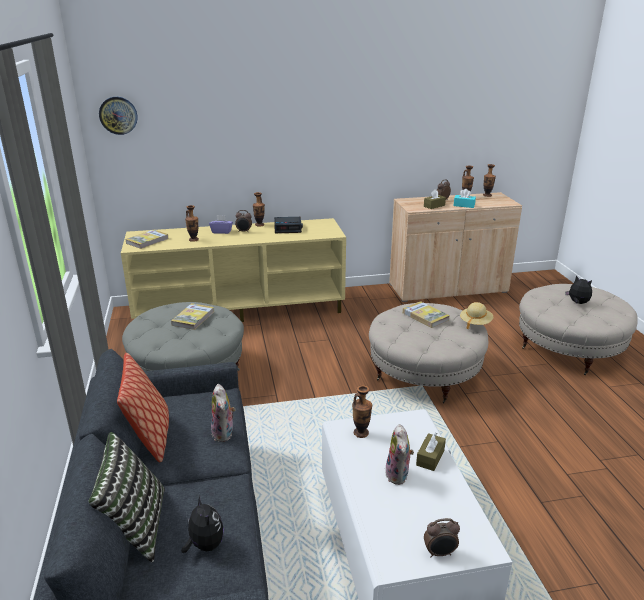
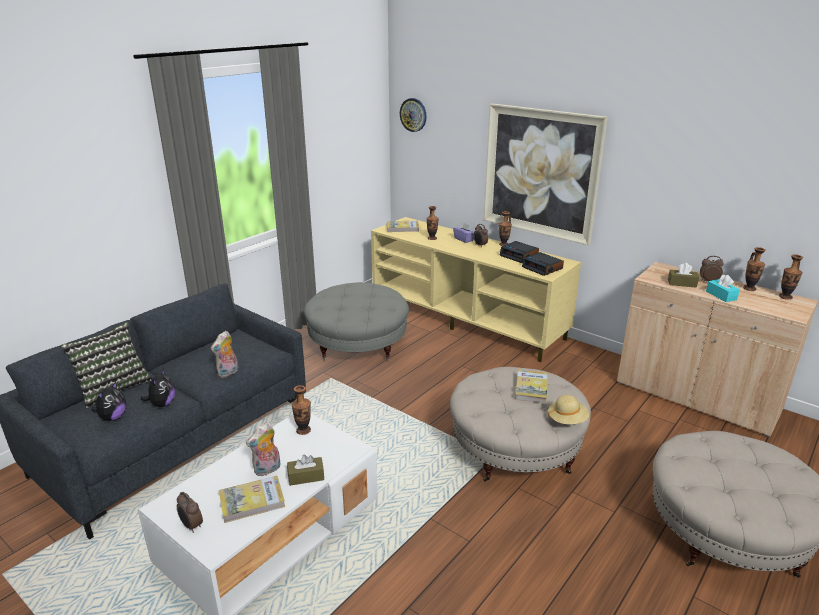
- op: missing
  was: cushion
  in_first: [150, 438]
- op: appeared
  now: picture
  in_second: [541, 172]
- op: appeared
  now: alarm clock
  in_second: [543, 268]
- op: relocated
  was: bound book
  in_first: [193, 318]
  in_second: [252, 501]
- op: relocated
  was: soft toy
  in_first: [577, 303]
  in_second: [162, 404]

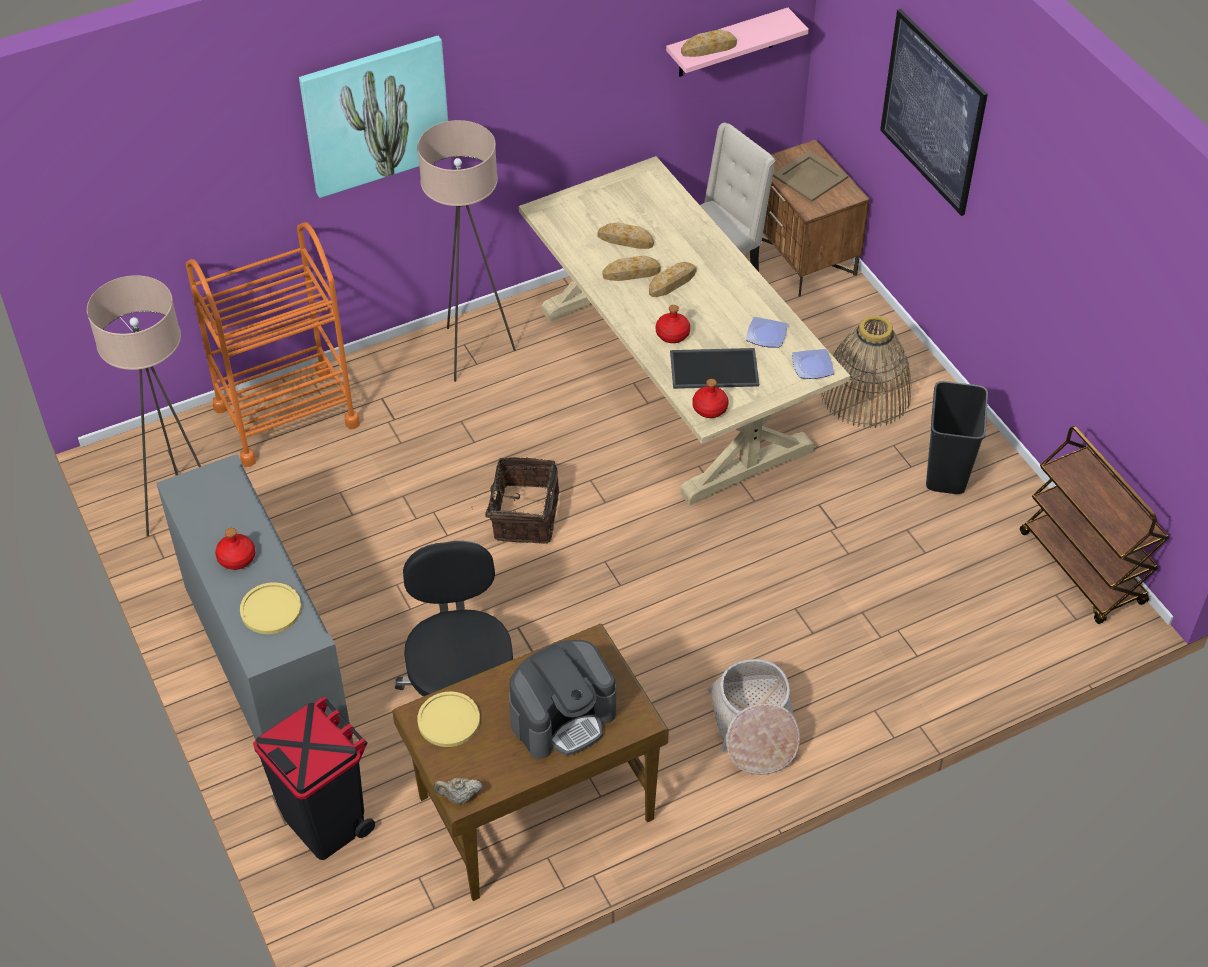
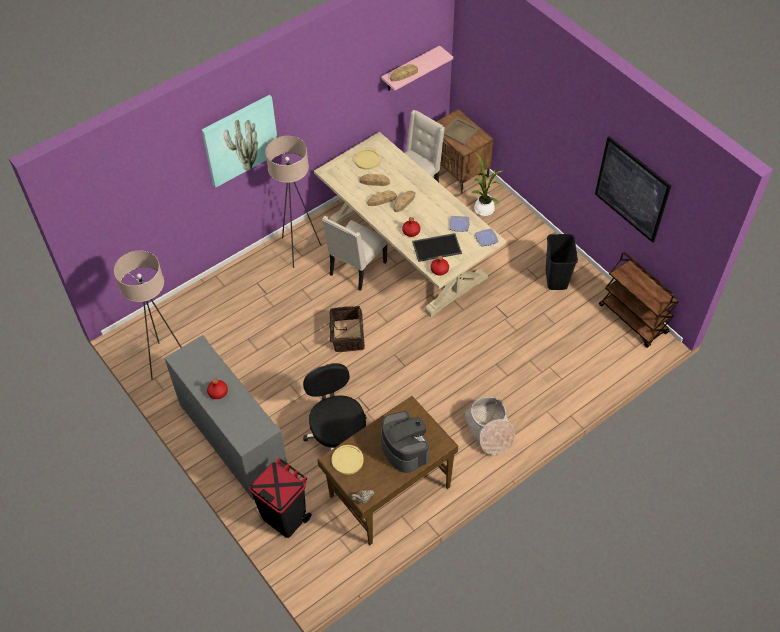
- op: missing
  was: orange-coloured trolley
  in_first: [286, 416]
- op: missing
  was: basket
  in_first: [865, 394]
- op: appeared
  now: beige-coloured chair
  in_second: [356, 269]
- op: appeared
  now: houseplant
  in_second: [483, 208]
- op: relocated
  was: yellow-coloured flat dish
  in_first: [271, 609]
  in_second: [367, 160]
- op: relocated
  was: picture
  in_first: [932, 112]
  in_second: [632, 189]
- op: spun
  was: coffee machine
  in_first: [563, 717]
  in_second: [404, 448]
  clockwise: -75

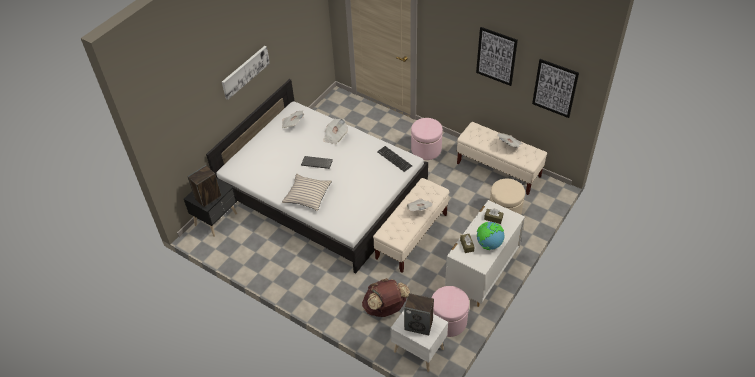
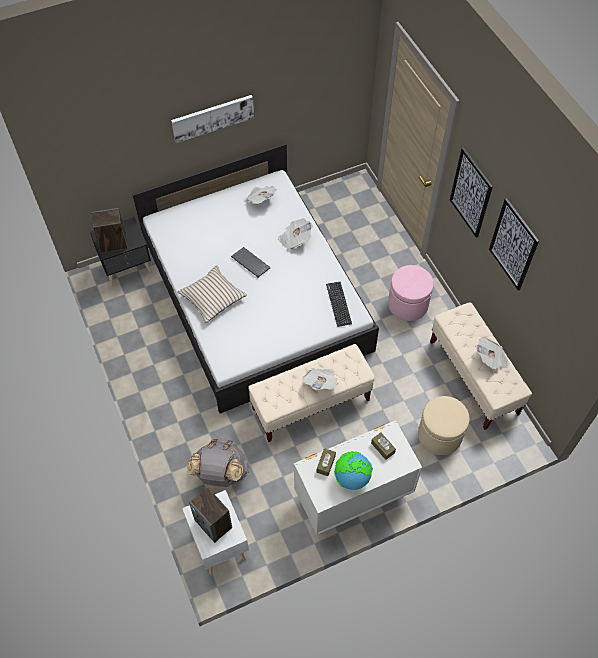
- op: missing
  was: pink-coloured footrest
  in_first: [448, 321]
- op: relocated
  was: picture
  in_first: [555, 88]
  in_second: [471, 193]
- op: colour
  was: brown backpack
  now: greyish backpack
  in_first: [385, 308]
  in_second: [220, 473]

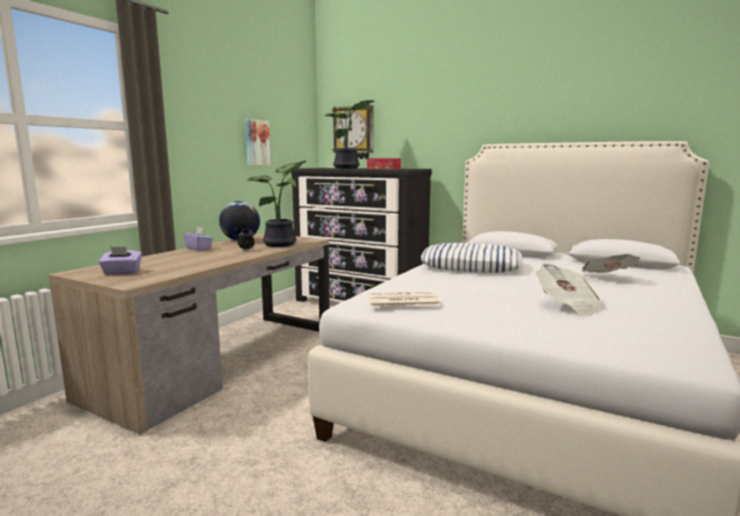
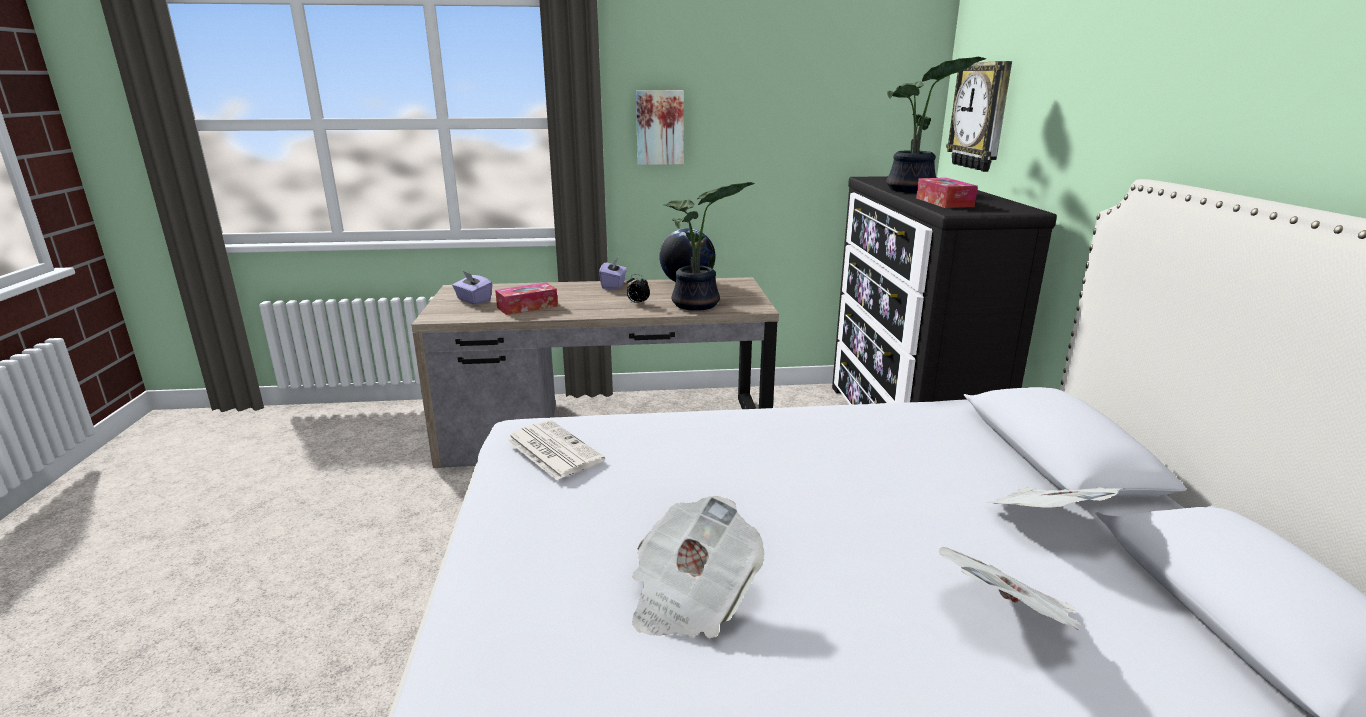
- op: missing
  was: cushion
  in_first: [471, 266]
- op: appeared
  now: tissue holder
  in_second: [527, 307]
- op: appeared
  now: printed paper
  in_second: [1046, 522]
- op: relocated
  was: picture
  in_first: [256, 142]
  in_second: [660, 127]

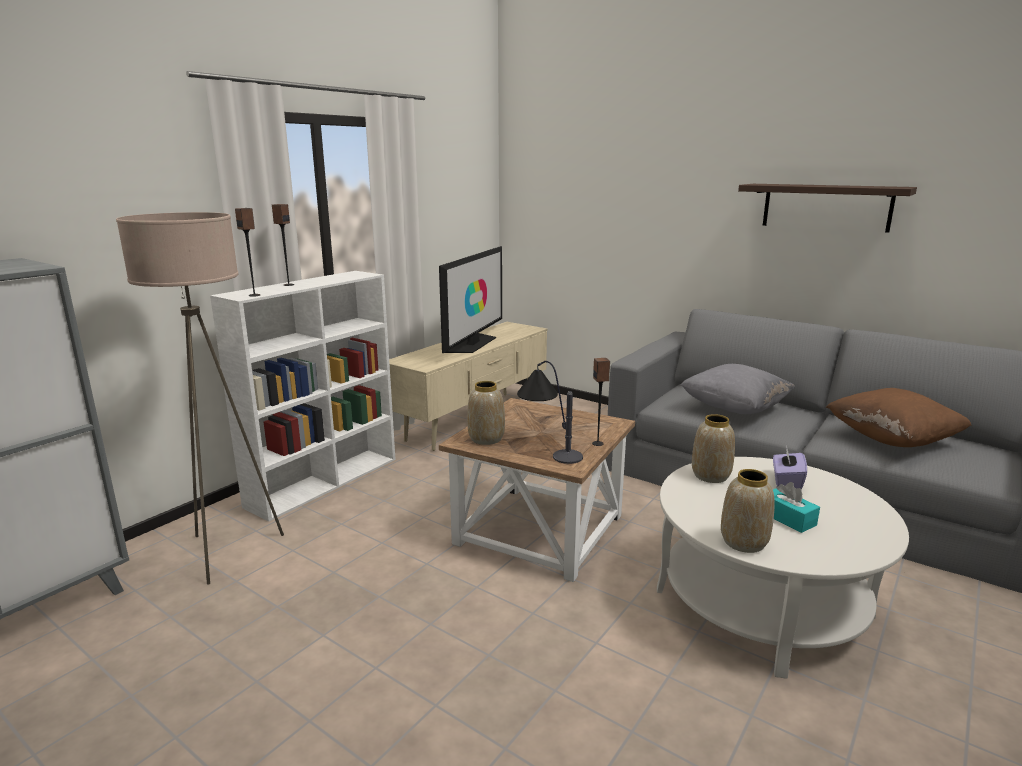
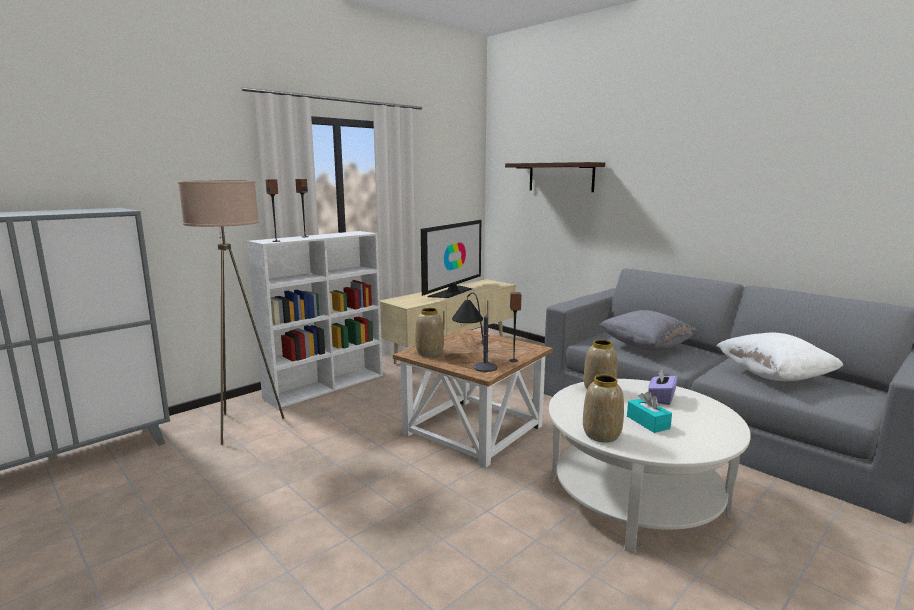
- op: relocated
  was: shelf
  in_first: [826, 207]
  in_second: [561, 177]
- op: colour
  was: brown cushion
  now: white-coloured cushion
  in_first: [891, 439]
  in_second: [774, 376]

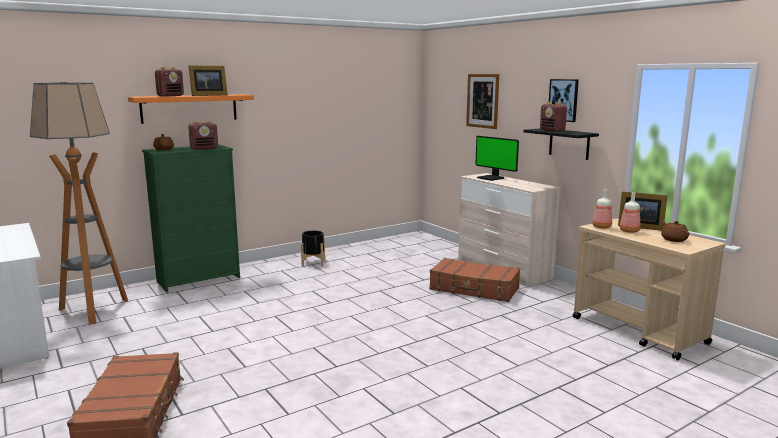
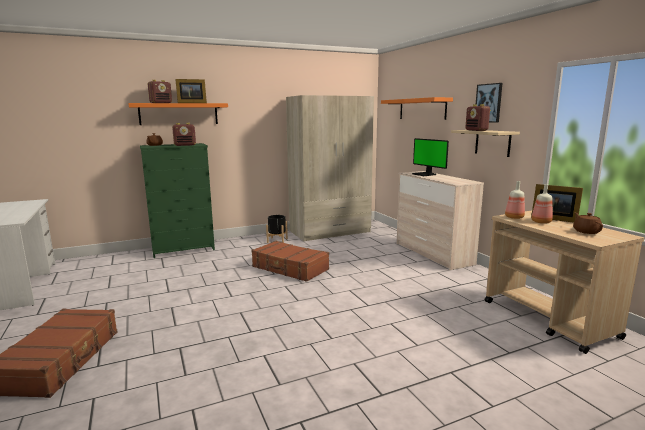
- op: missing
  was: floor lamp
  in_first: [93, 310]
- op: appeared
  now: beige-coloured wardrobe
  in_second: [330, 231]
- op: relocated
  was: brown piece of luggage
  in_first: [474, 289]
  in_second: [290, 268]
- op: exchanged
  was: picture
  now: orange-coloured shelf
  in_first: [482, 101]
  in_second: [422, 109]
- op: colour
  was: black-coloured shelf
  now: beige-coloured shelf
  in_first: [569, 144]
  in_second: [492, 142]

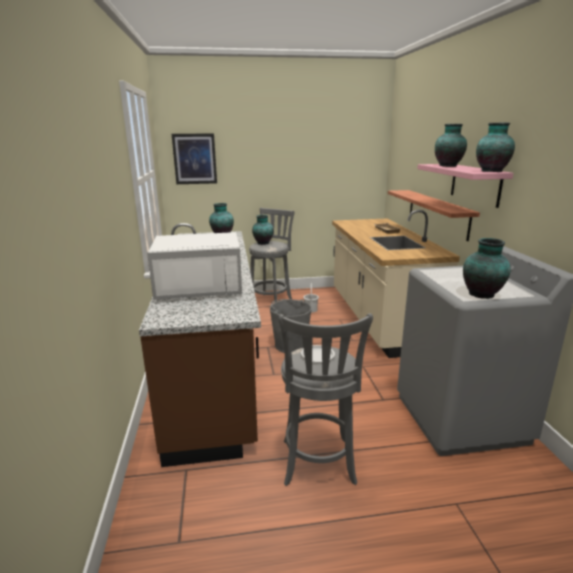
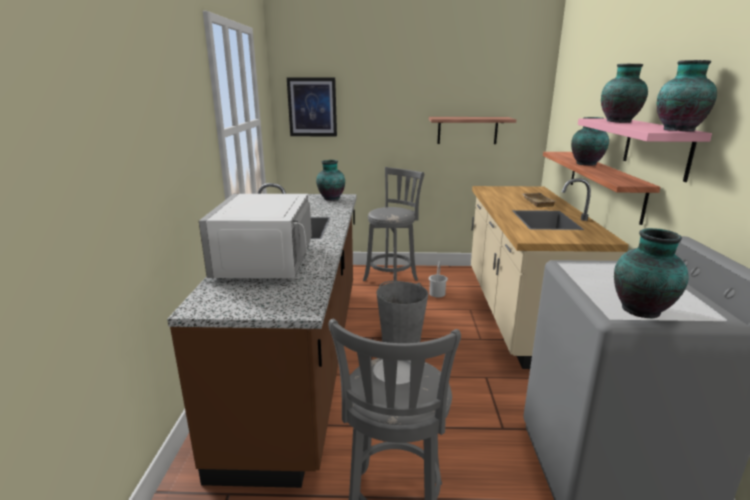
- op: appeared
  now: shelf
  in_second: [467, 130]
- op: relocated
  was: flower vase
  in_first: [263, 243]
  in_second: [586, 164]
- op: spun
  was: white-coloured kitchen microwave
  in_first: [200, 285]
  in_second: [273, 262]
  clockwise: 90

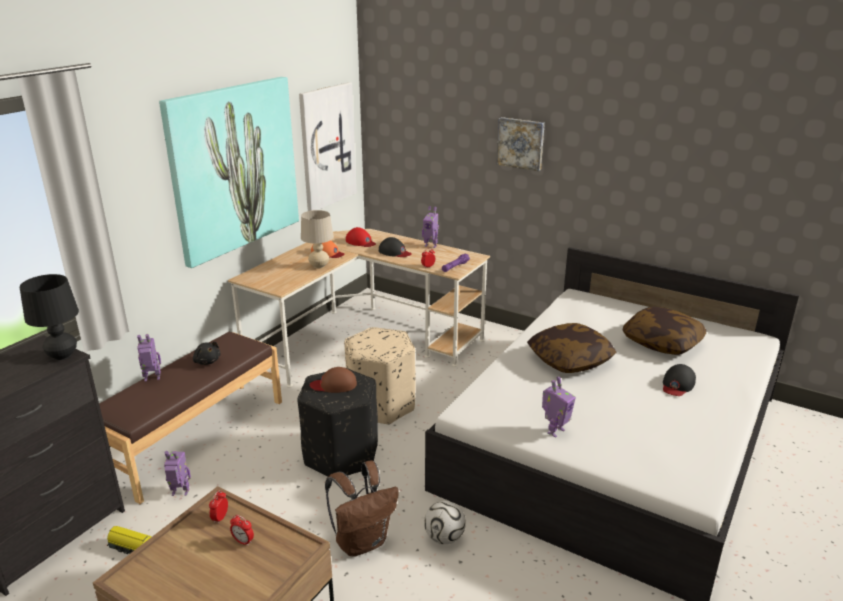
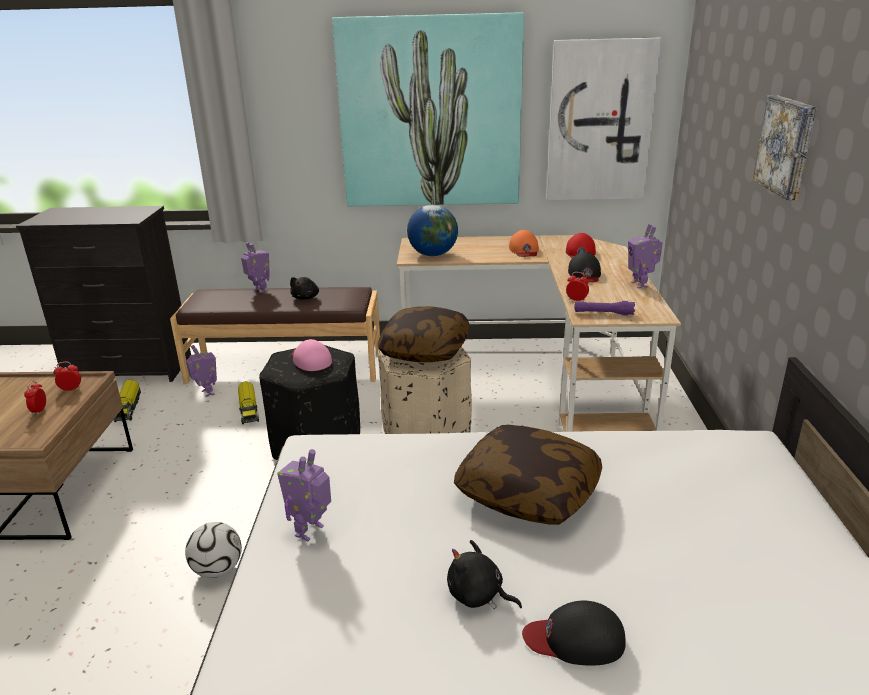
- op: missing
  was: black-coloured table lamp
  in_first: [62, 355]
- op: missing
  was: beige-coloured table lamp
  in_first: [319, 266]
- op: missing
  was: brown backpack
  in_first: [362, 541]
- op: appeared
  now: toy truck
  in_second: [248, 409]
- op: appeared
  now: world globe
  in_second: [433, 255]
- op: appeared
  now: black-coloured soft toy
  in_second: [478, 596]
- op: relocated
  was: cushion
  in_first: [662, 342]
  in_second: [425, 350]
- op: colour
  was: brown baseball cap
  now: pink-coloured baseball cap
  in_first: [334, 385]
  in_second: [310, 359]
- op: spun
  was: model robot
  in_first: [555, 431]
  in_second: [311, 531]
  clockwise: 105

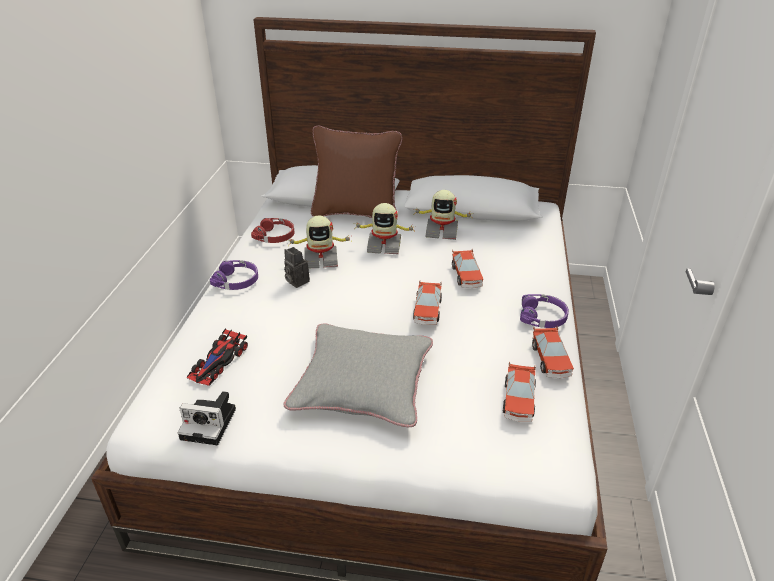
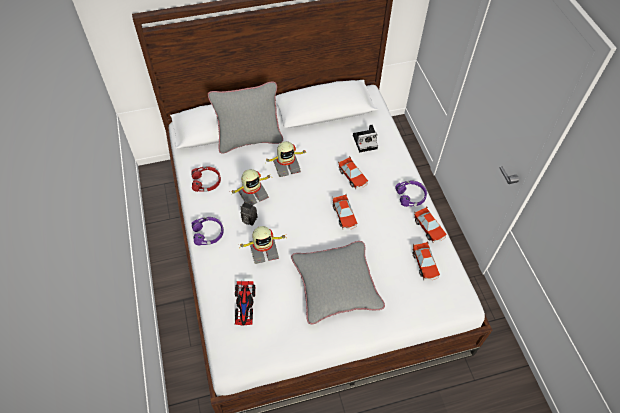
- op: relocated
  was: photo camera
  in_first: [211, 423]
  in_second: [365, 141]
- op: relocated
  was: model robot
  in_first: [441, 231]
  in_second: [263, 250]
- op: colour
  was: brown cushion
  now: greyish cushion
  in_first: [356, 213]
  in_second: [249, 140]

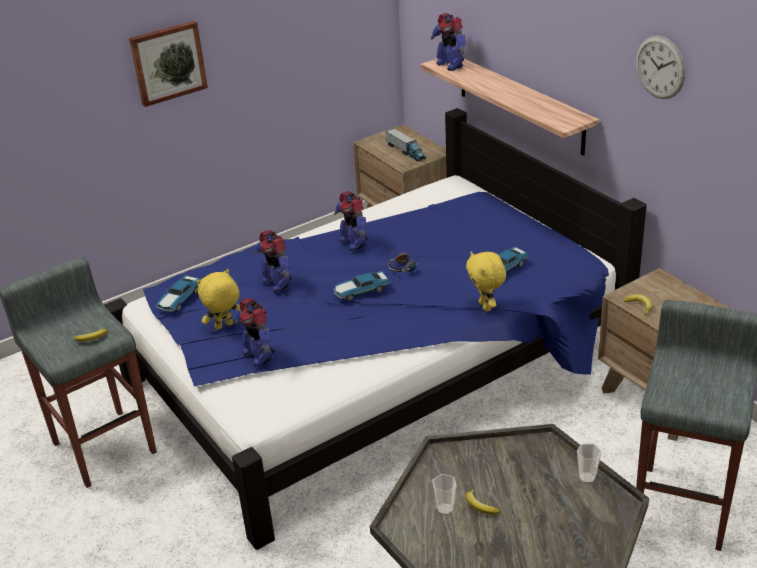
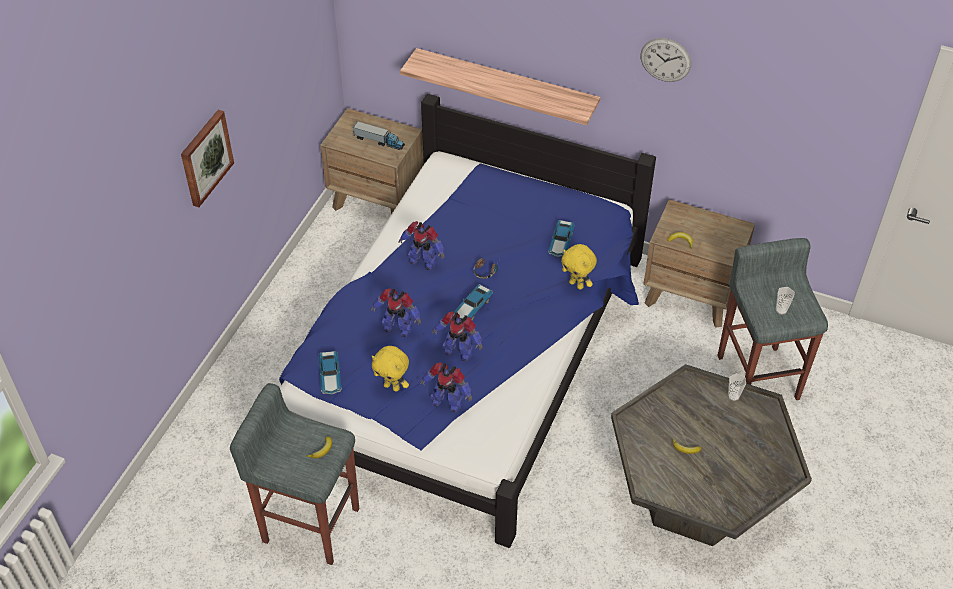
- op: relocated
  was: model robot
  in_first: [450, 65]
  in_second: [458, 351]
- op: relocated
  was: cup
  in_first: [445, 509]
  in_second: [781, 310]
- op: spun
  was: yellow-coloured soft toy
  in_first: [224, 327]
  in_second: [392, 386]
  clockwise: -90

